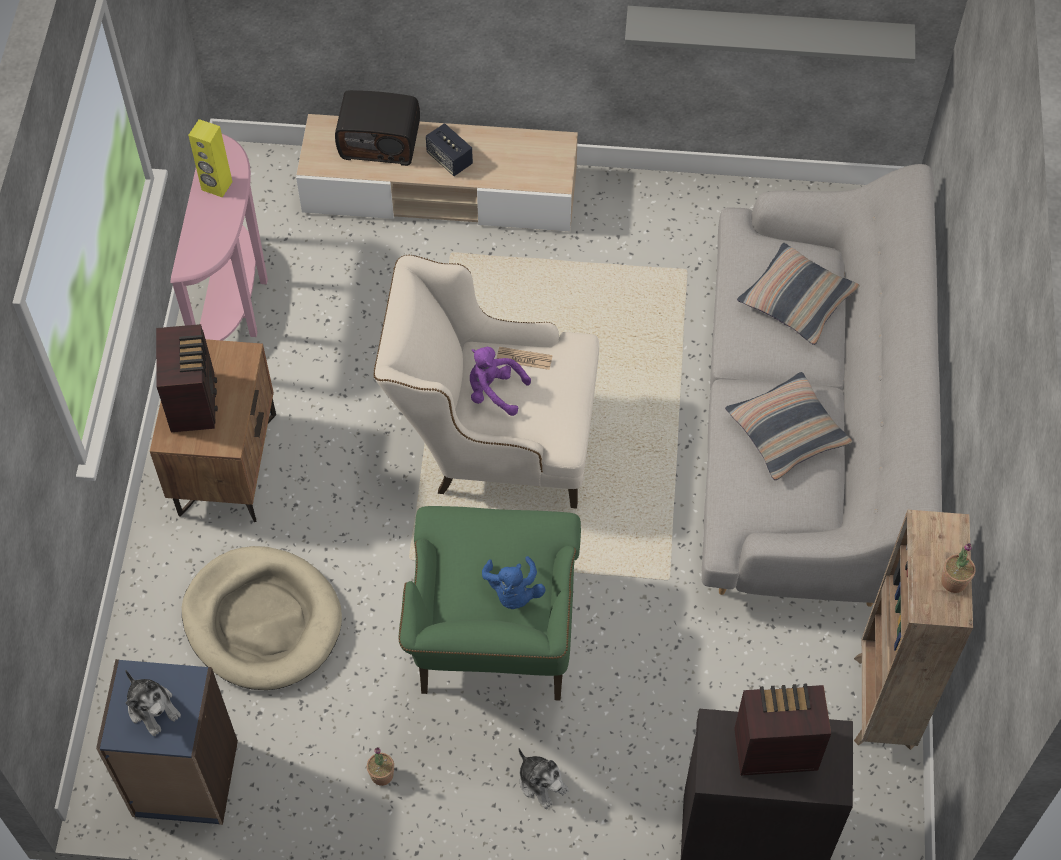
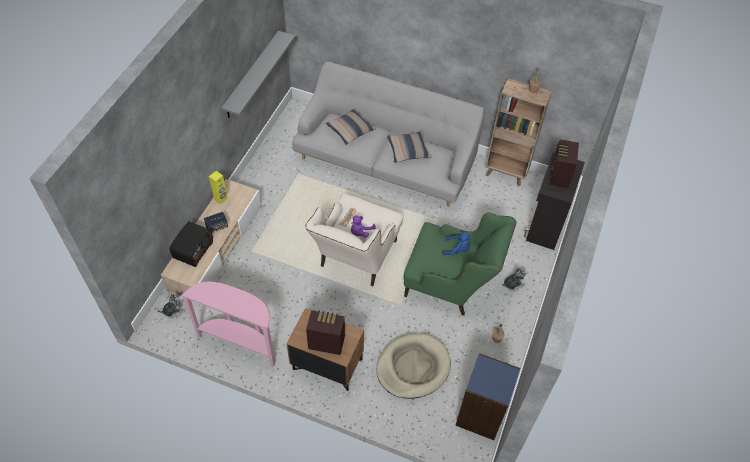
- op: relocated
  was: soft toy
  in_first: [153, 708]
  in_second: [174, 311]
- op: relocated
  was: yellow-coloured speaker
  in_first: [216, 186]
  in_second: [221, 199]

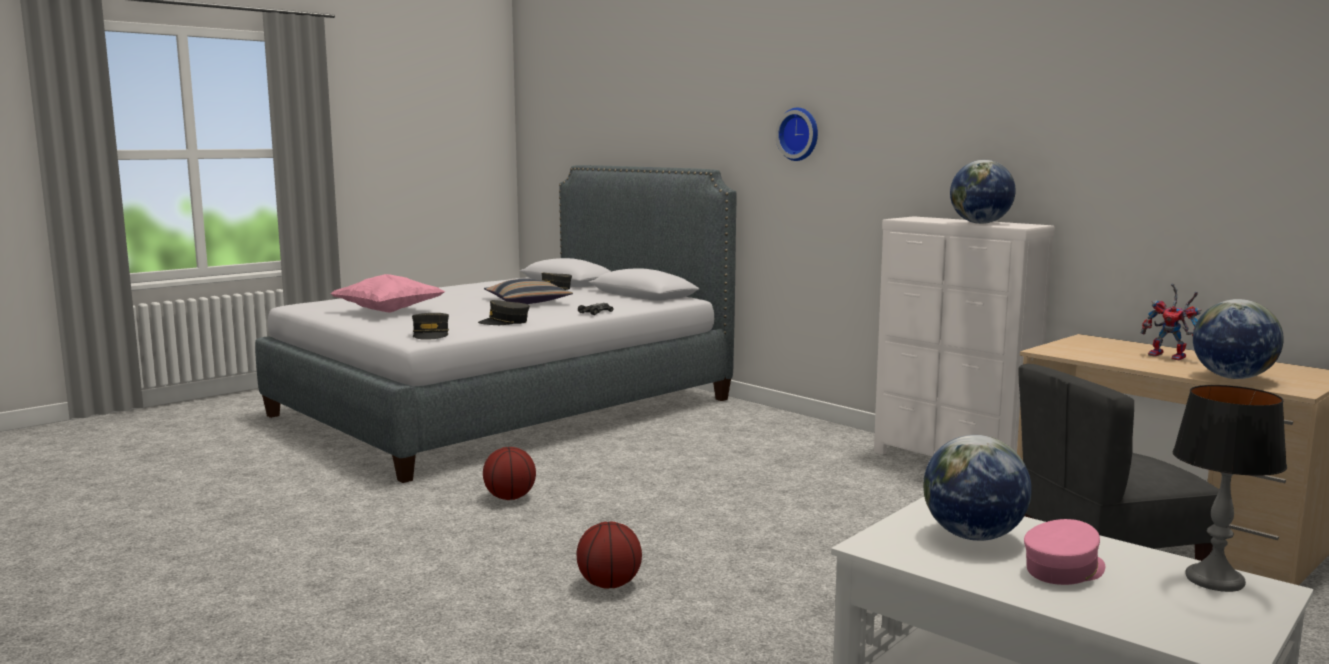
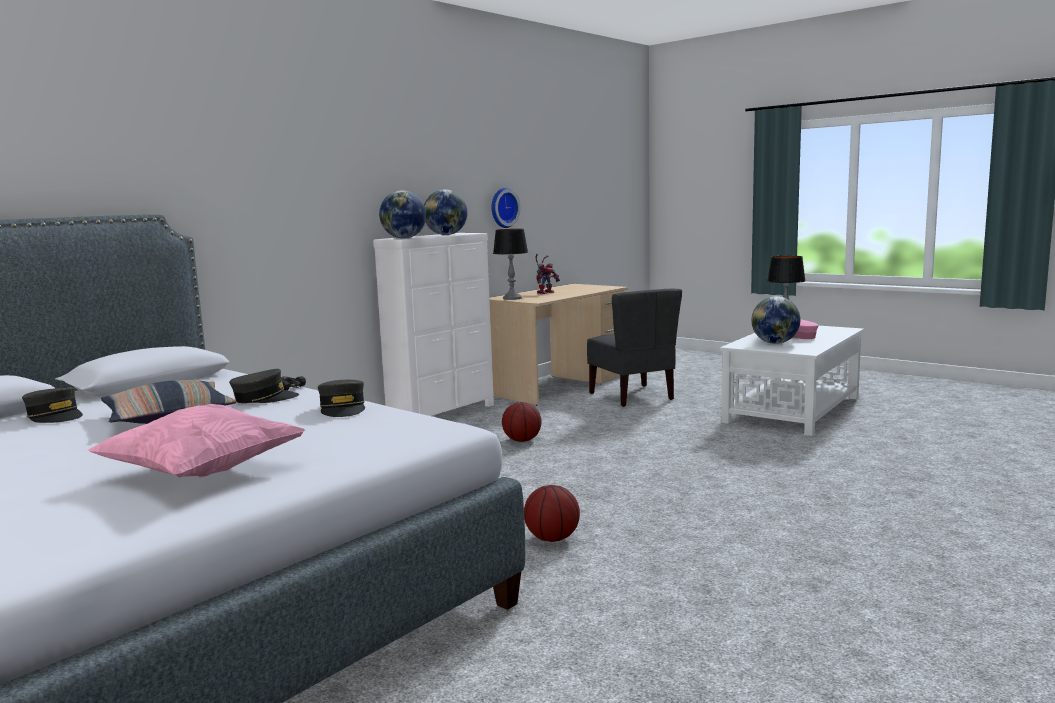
- op: appeared
  now: table lamp
  in_second: [512, 298]
- op: relocated
  was: greyish baseball cap
  in_first: [431, 335]
  in_second: [264, 398]
- op: relocated
  was: basketball ball
  in_first: [610, 585]
  in_second: [522, 440]
- op: relocated
  was: wall clock
  in_first: [799, 134]
  in_second: [502, 208]
- op: relocated
  was: world globe
  in_first: [1232, 377]
  in_second: [404, 238]

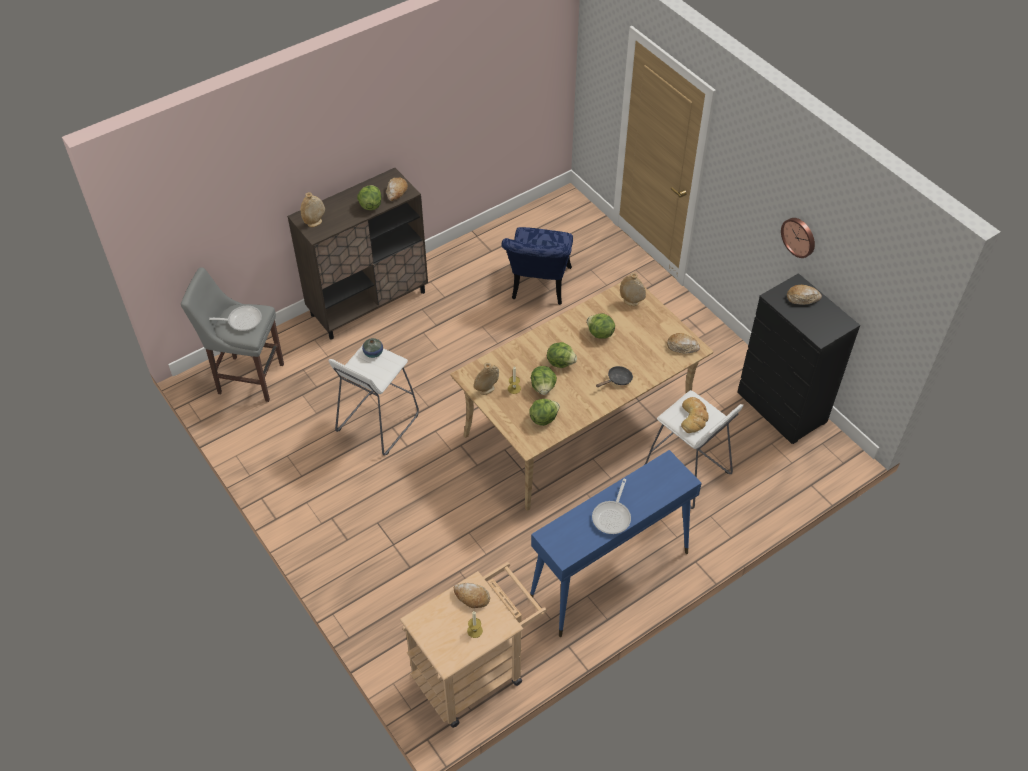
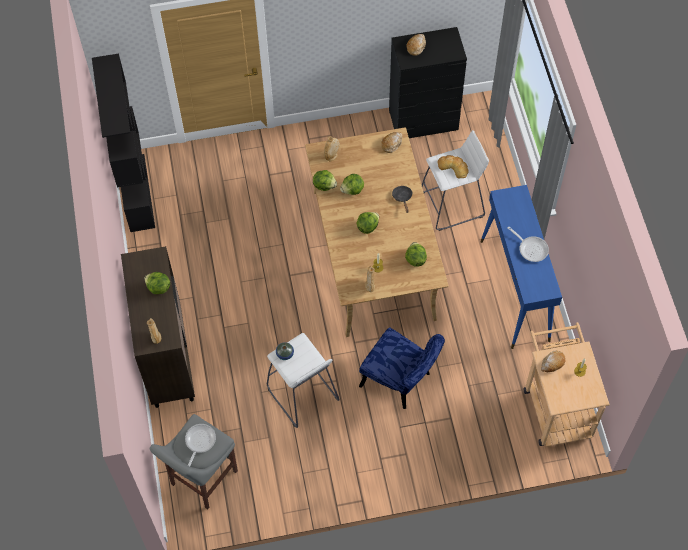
- op: missing
  was: bakery bread
  in_first: [396, 192]
- op: missing
  was: wall clock
  in_first: [799, 236]
- op: appeared
  now: black-coloured shelving unit
  in_second: [136, 192]
- op: relocated
  was: blue-coloured chair
  in_first: [538, 287]
  in_second: [400, 382]
- op: relocated
  was: lettuce head
  in_first: [543, 387]
  in_second: [324, 185]

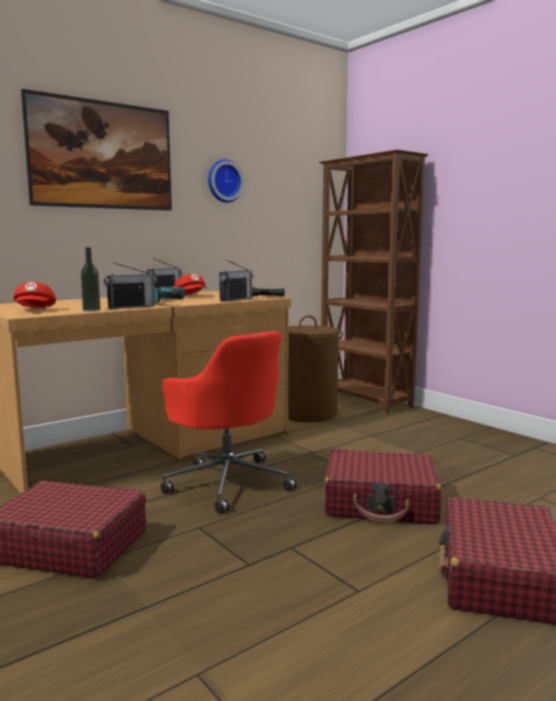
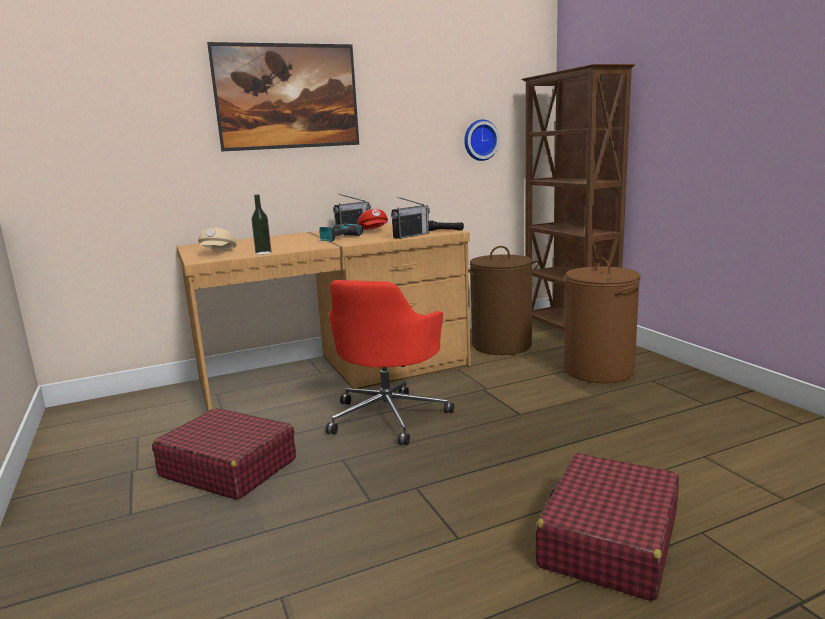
- op: missing
  was: radio receiver
  in_first: [131, 307]
- op: missing
  was: red piece of luggage
  in_first: [380, 502]
- op: appeared
  now: brown laundry basket
  in_second: [599, 370]
- op: relocated
  was: wall clock
  in_first: [223, 181]
  in_second: [480, 140]
- op: colour
  was: red baseball cap
  now: beige-coloured baseball cap
  in_first: [35, 310]
  in_second: [217, 253]
- op: spun
  was: red office chair
  in_first: [227, 482]
  in_second: [389, 416]
  clockwise: 45

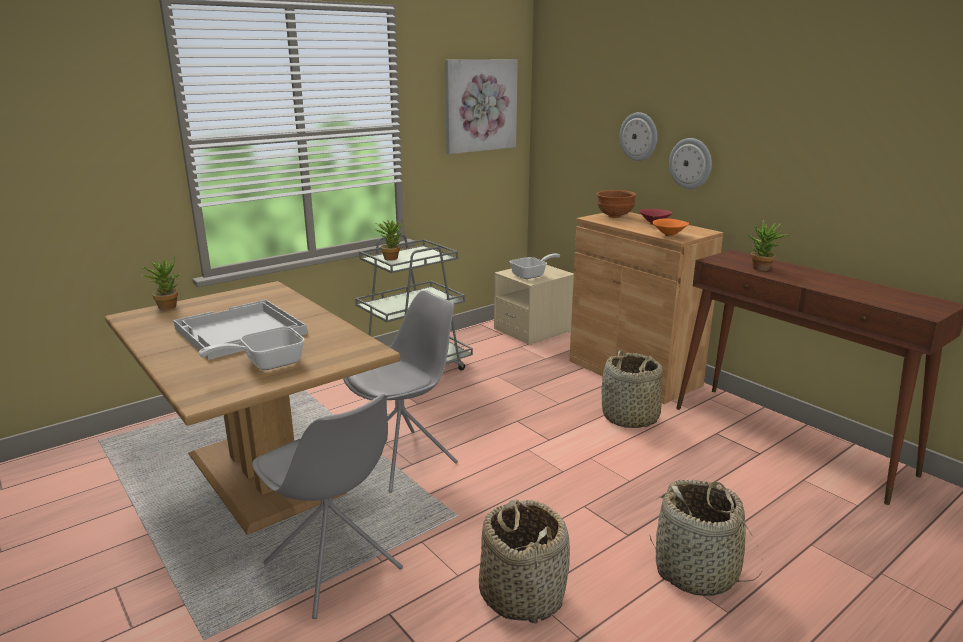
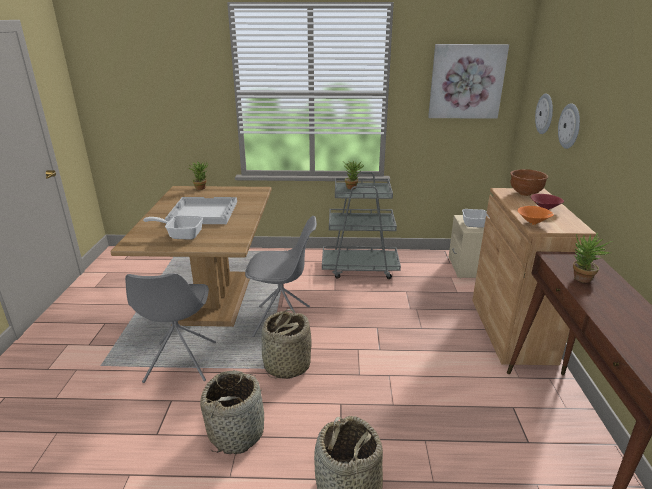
- op: relocated
  was: basket
  in_first: [630, 417]
  in_second: [286, 365]
- op: relocated
  was: wall clock
  in_first: [690, 163]
  in_second: [545, 114]

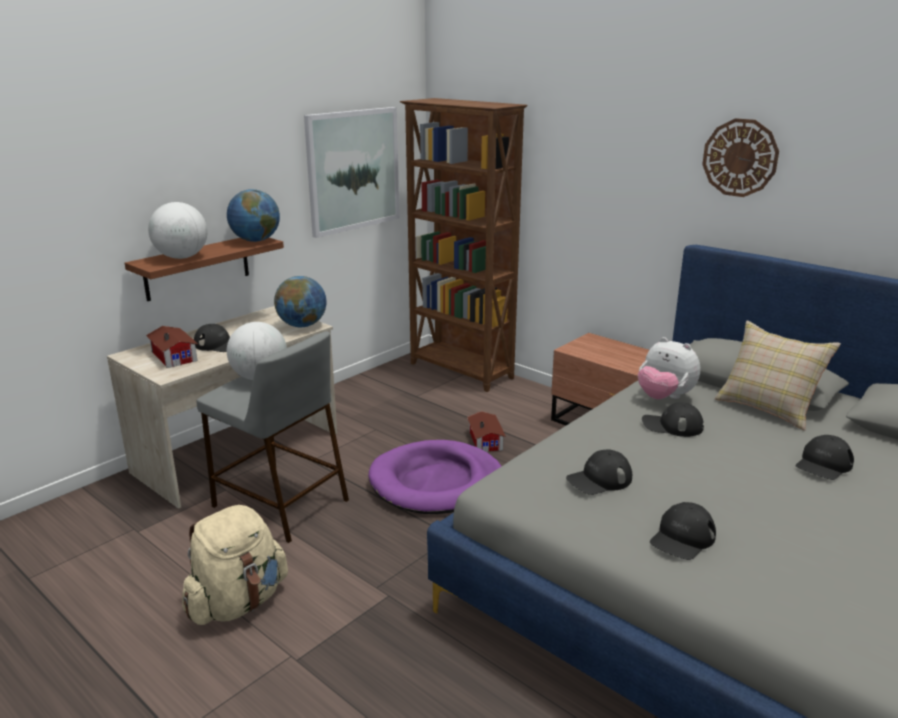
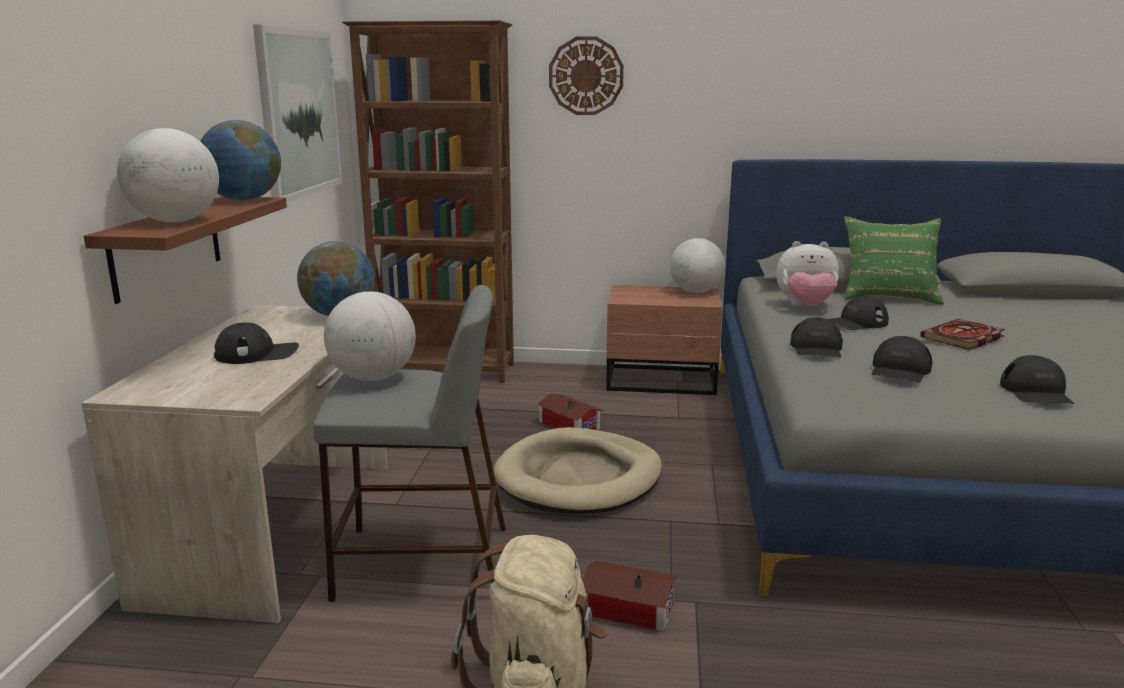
- op: appeared
  now: world globe
  in_second: [695, 292]
- op: appeared
  now: bound book
  in_second: [963, 338]
- op: relocated
  was: model house
  in_first: [175, 355]
  in_second: [625, 606]
- op: relocated
  was: wall clock
  in_first: [740, 158]
  in_second: [586, 76]
- op: relocated
  was: black-coloured baseball cap
  in_first: [823, 464]
  in_second: [817, 349]
- op: colour
  was: purplish dog cushion
  now: beige-coloured dog cushion
  in_first: [437, 482]
  in_second: [579, 478]
- op: colour
  was: beige-coloured cushion
  now: greenish cushion
  in_first: [768, 407]
  in_second: [888, 296]

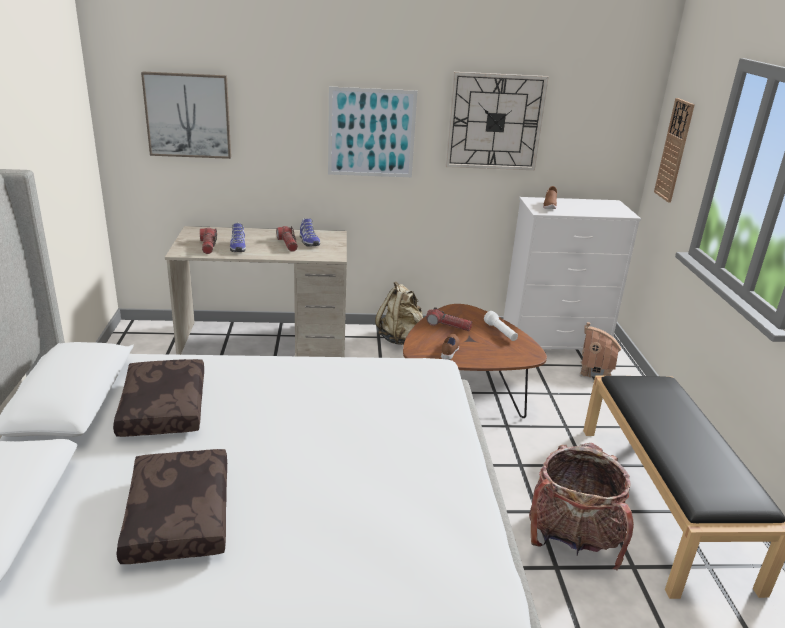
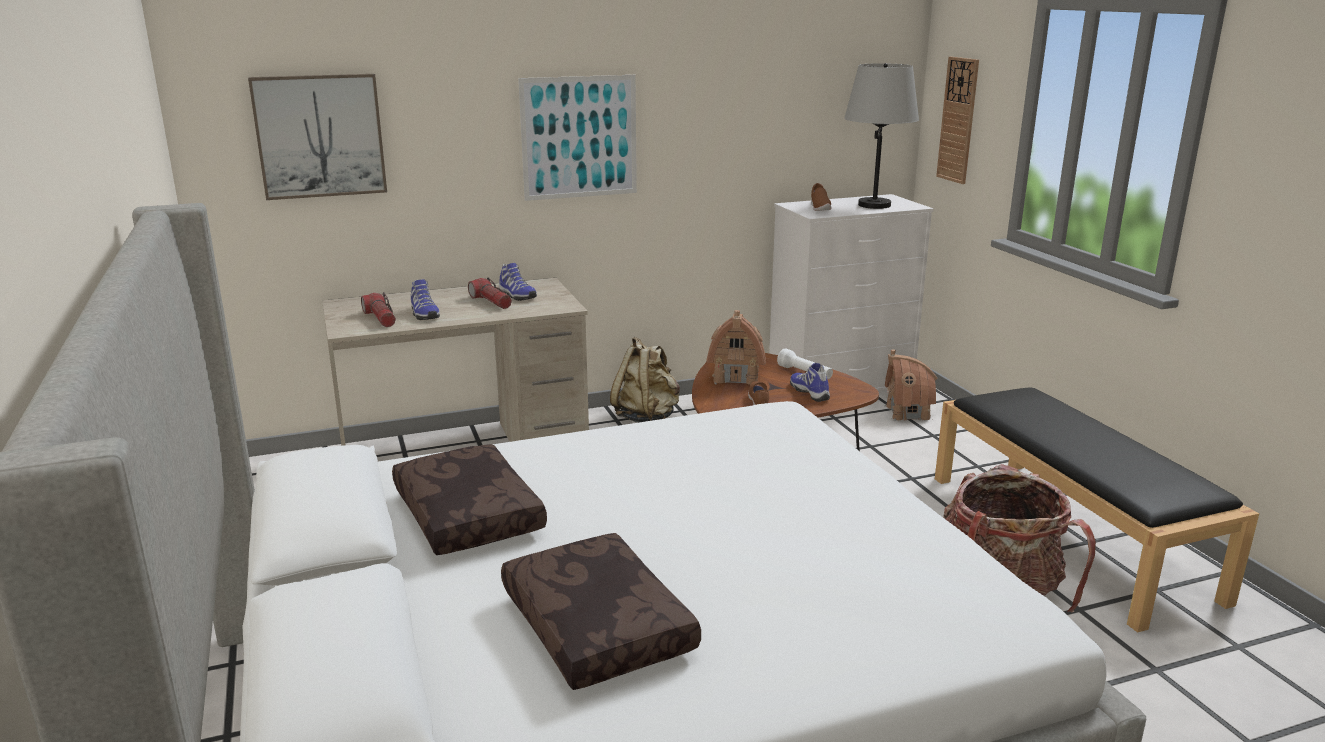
- op: missing
  was: wall clock
  in_first: [495, 122]
- op: appeared
  now: item of footwear
  in_second: [810, 392]
- op: appeared
  now: greyish table lamp
  in_second: [874, 205]
- op: exchanged
  was: hand torch
  now: model house
  in_first: [448, 326]
  in_second: [736, 377]

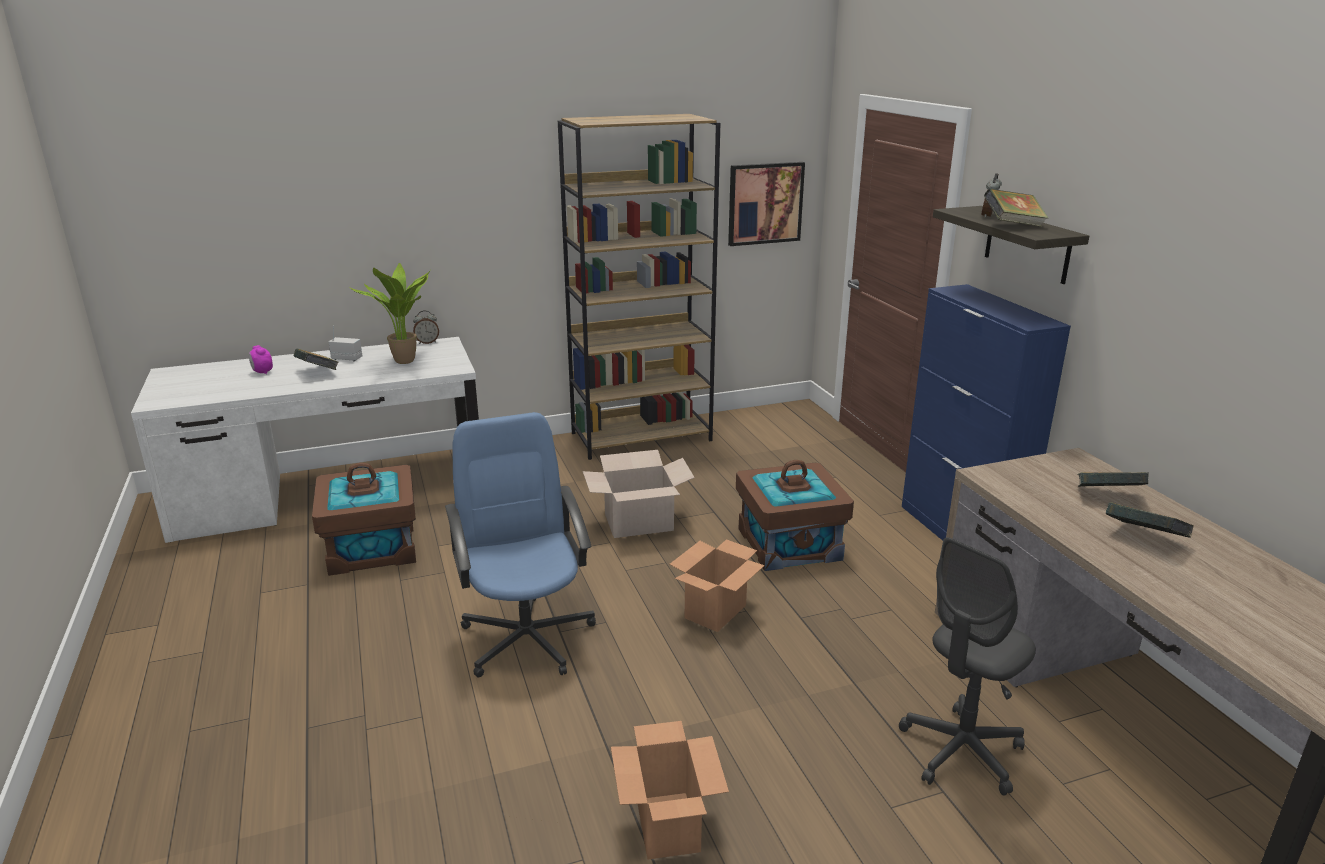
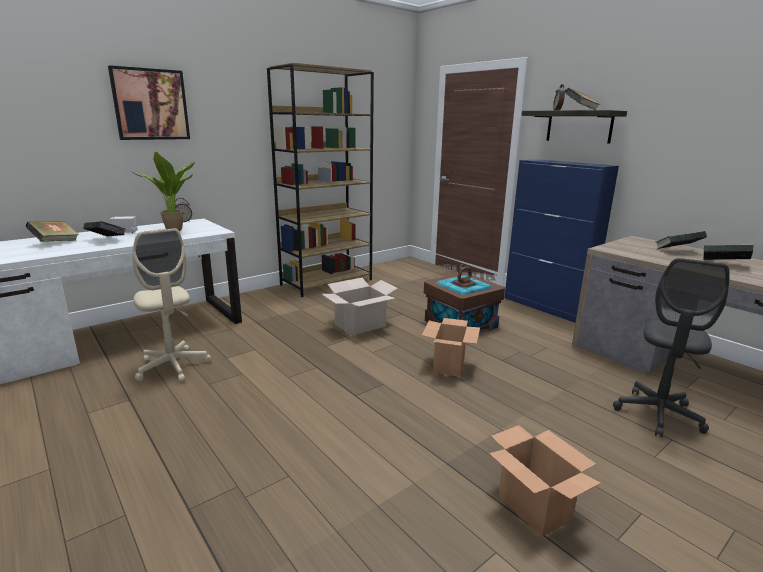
- op: missing
  was: blue-coloured office chair
  in_first: [527, 637]
- op: relocated
  was: picture
  in_first: [765, 203]
  in_second: [150, 104]
- op: exchanged
  was: alarm clock
  now: bound book
  in_first: [262, 372]
  in_second: [55, 243]
- op: exchanged
  was: brown storage bin
  now: beige-coloured office chair
  in_first: [372, 548]
  in_second: [173, 367]

